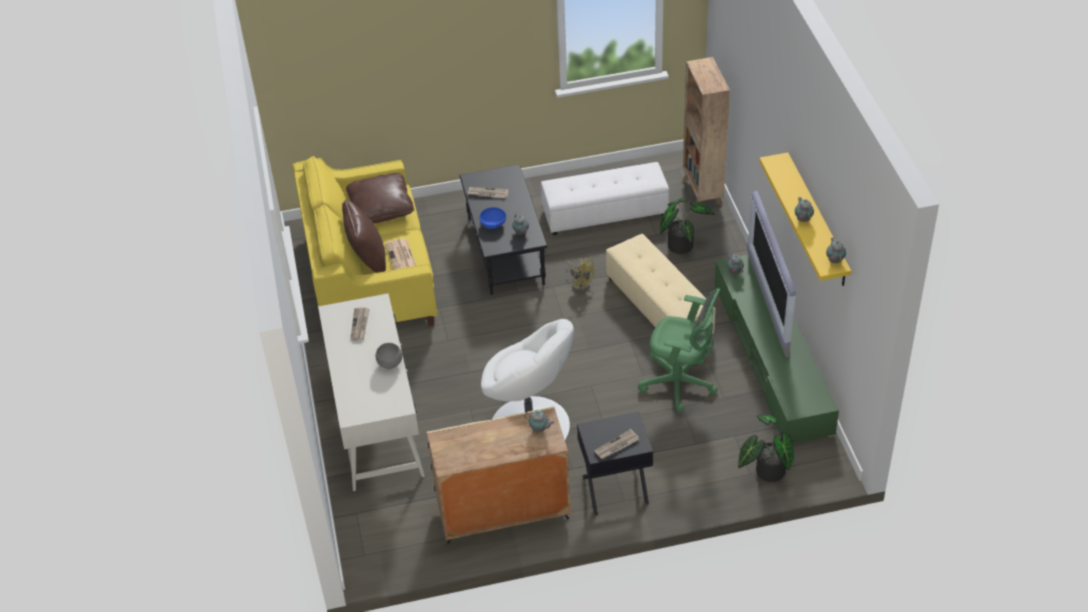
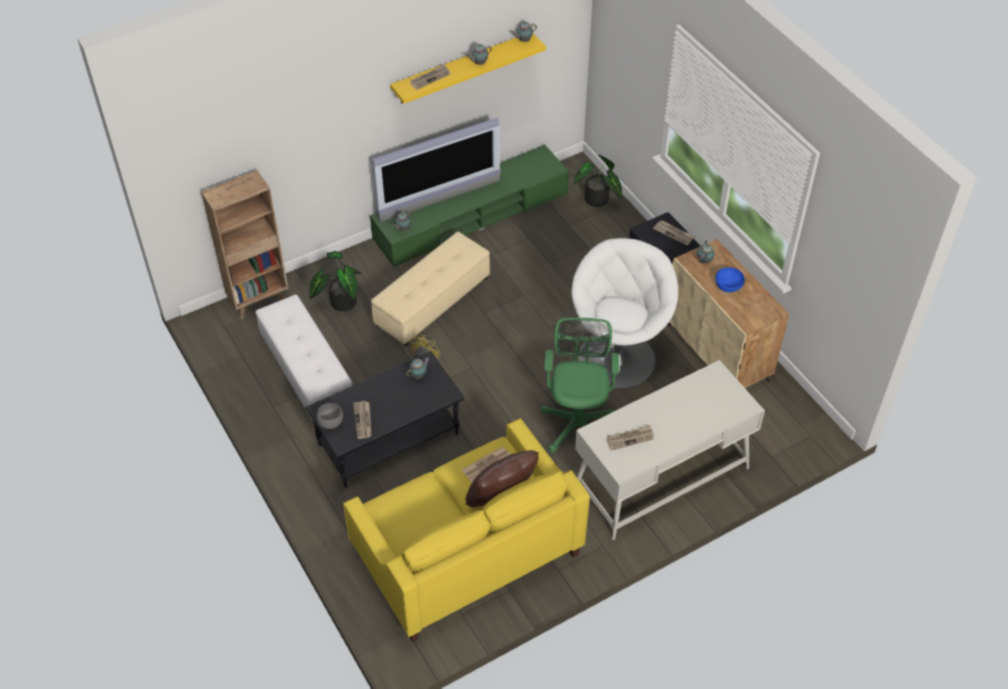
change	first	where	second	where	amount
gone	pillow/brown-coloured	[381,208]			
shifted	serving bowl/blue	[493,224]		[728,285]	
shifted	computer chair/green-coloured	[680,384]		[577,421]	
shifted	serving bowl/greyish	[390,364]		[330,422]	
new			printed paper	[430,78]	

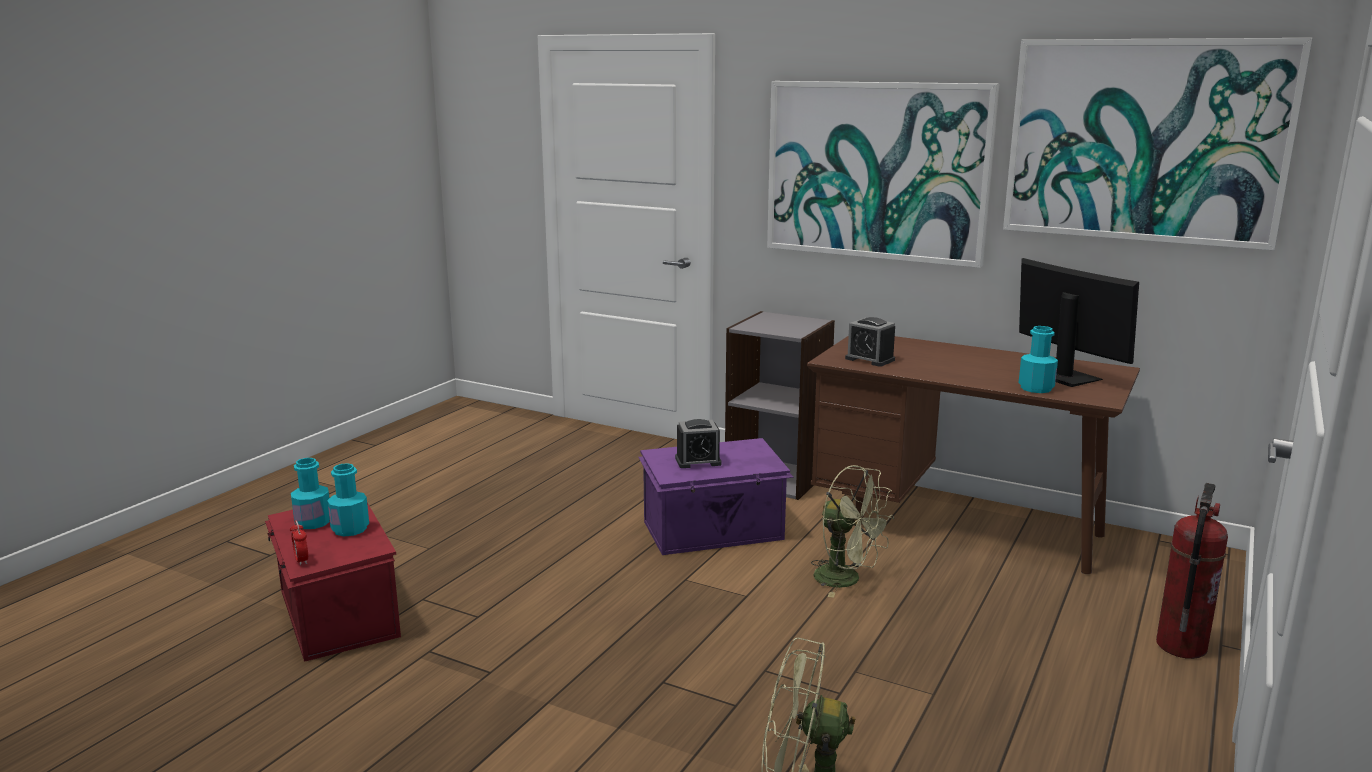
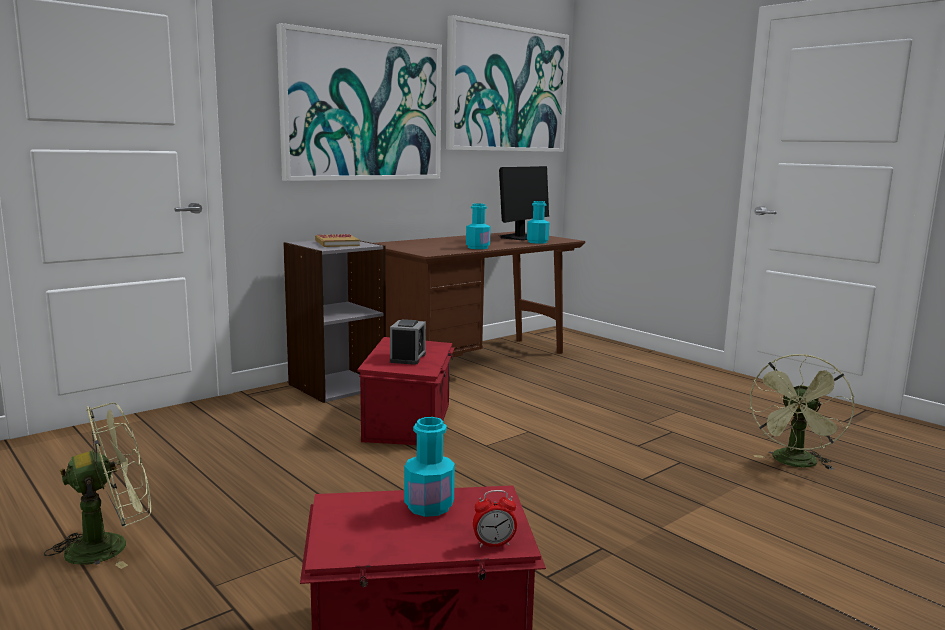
change	first	where	second	where	amount
rotated	computer screen	[1063,376]		[520,237]	135 degrees clockwise
gone	table clock	[869,359]			
repainted	storage bin/purple	[714,531]	storage bin/reddish	[410,421]	
shifted	drink bottle/turquoise	[313,522]		[477,247]	
shifted	electric fan/green-coloured	[847,580]		[110,545]	
gone	fire-fighting cylinder	[1181,646]			
new			bound book	[337,243]	

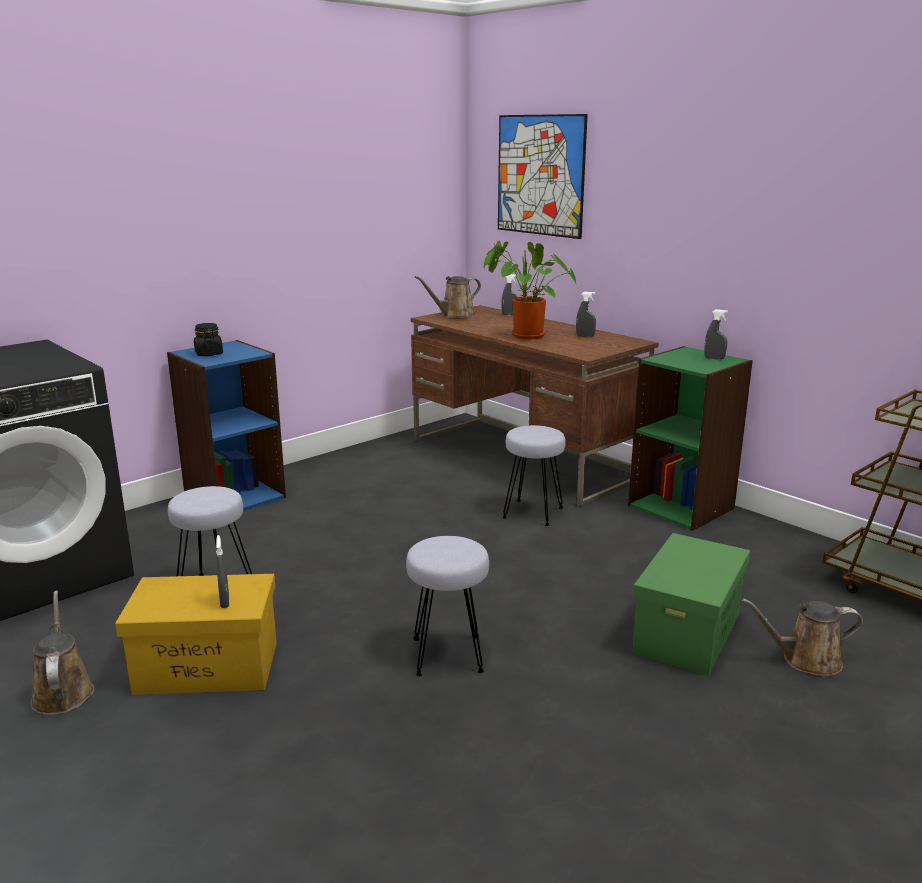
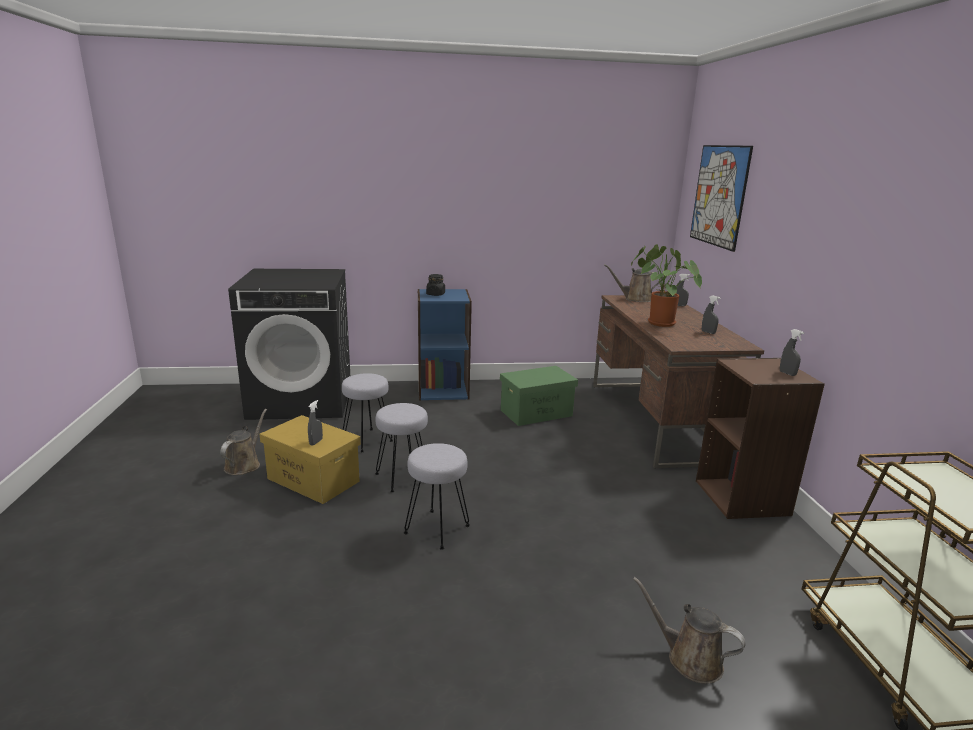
change	first	where	second	where	amount
repainted	bookcase/green-coloured	[682,507]	bookcase/brown-coloured	[742,497]	
shifted	sitting stool/greyish	[533,512]		[403,477]	
shifted	storage bin/green-coloured	[687,634]		[535,413]	

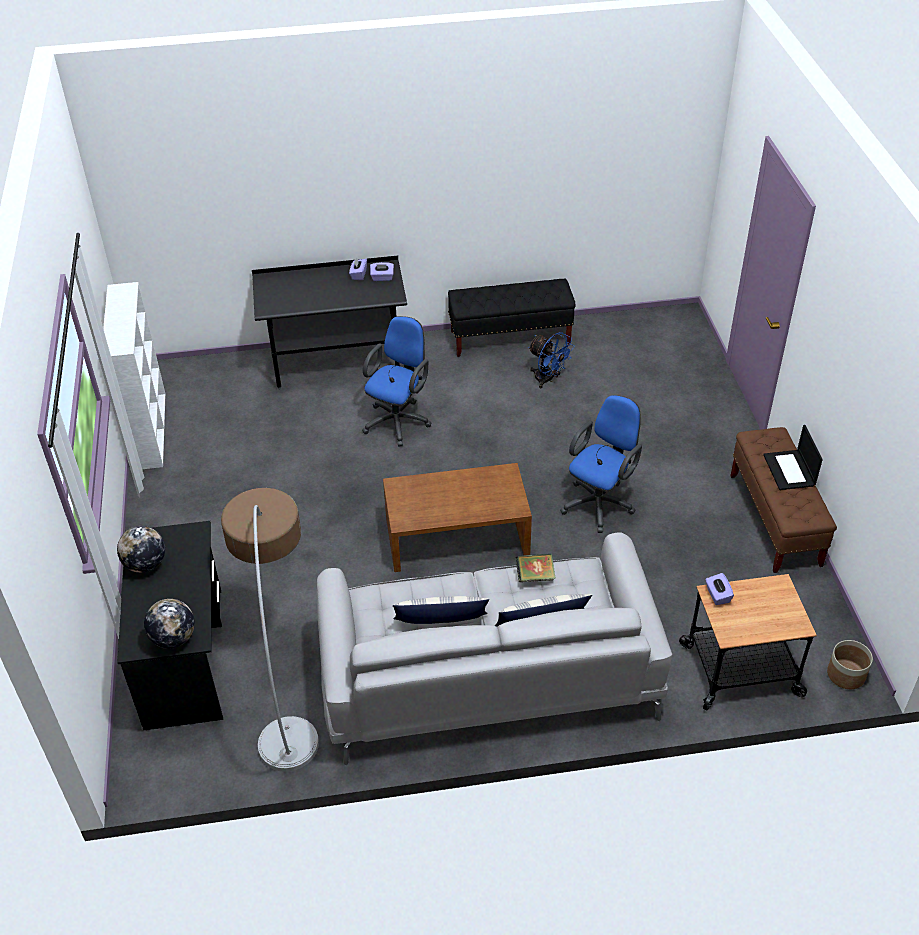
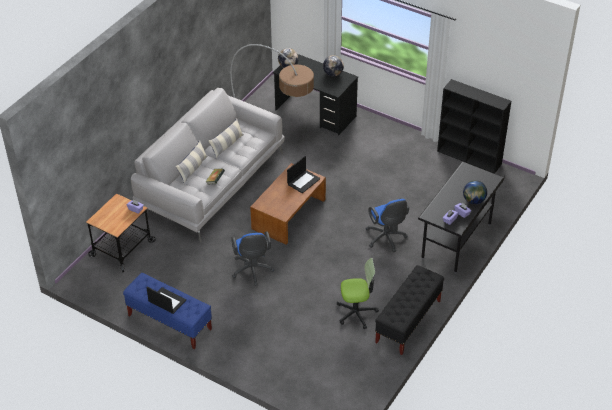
change	first	where	second	where	amount
repainted	bookcase/white	[149,430]	bookcase/black	[470,157]	
swapped	electric fan/blue	[548,379]	computer chair	[356,313]	
repainted	indoor bench/brown-coloured	[774,520]	indoor bench/blue	[169,322]	
gone	flower pot	[846,675]			
new			portable computer	[303,181]	
new			desk globe	[473,201]	

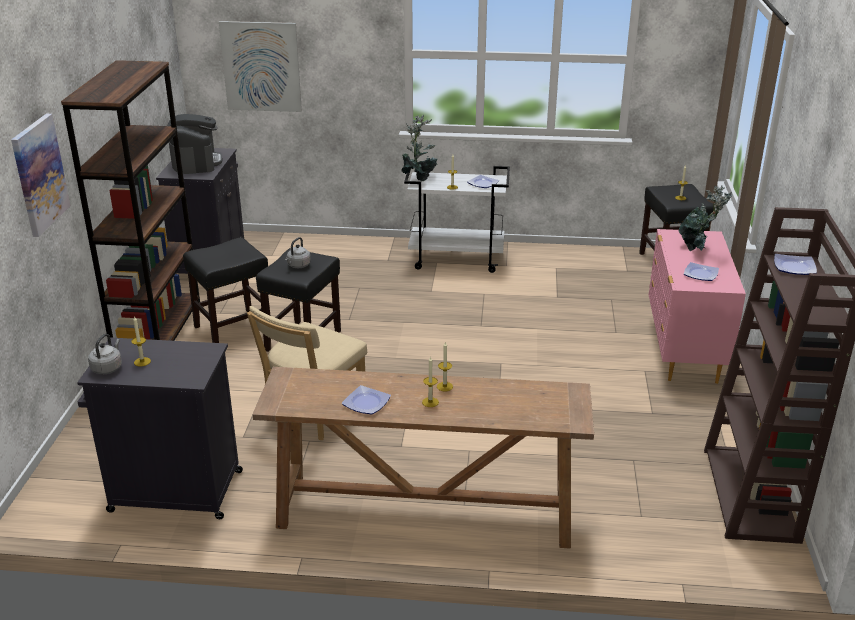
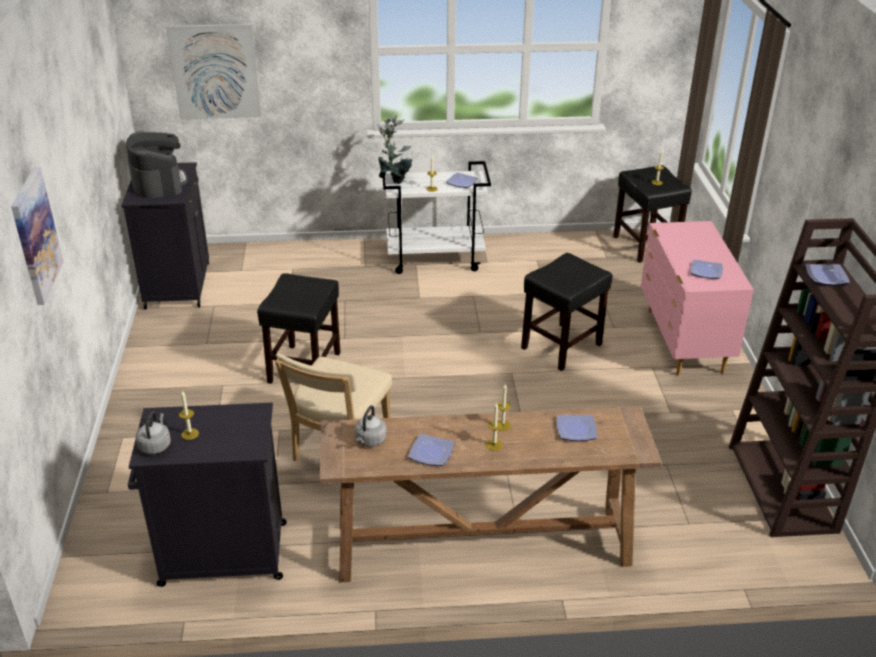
change	first	where	second	where	amount
gone	bookcase/brown-coloured	[159,333]			
gone	plant in a pot	[697,249]			
shifted	water kettle/greyish	[298,266]		[370,441]	
shifted	sitting stool/black	[233,328]		[562,346]	
new			plate	[577,429]	

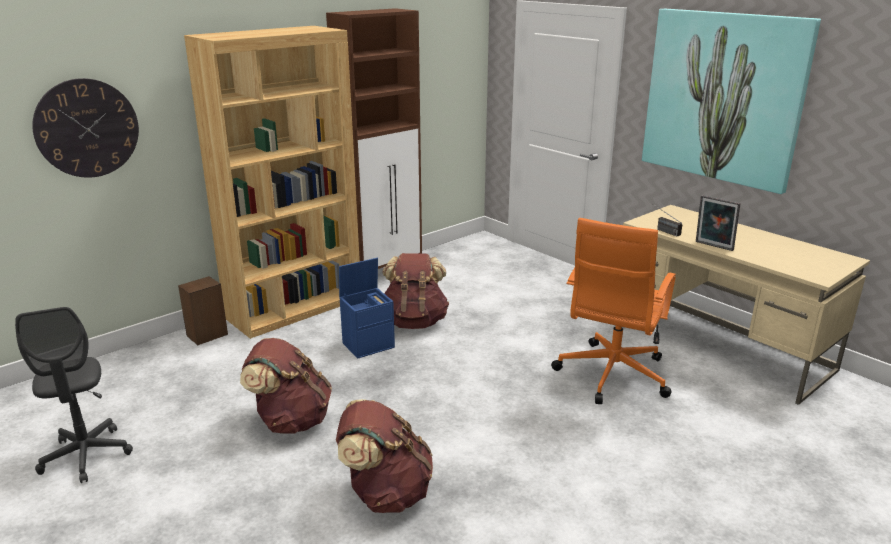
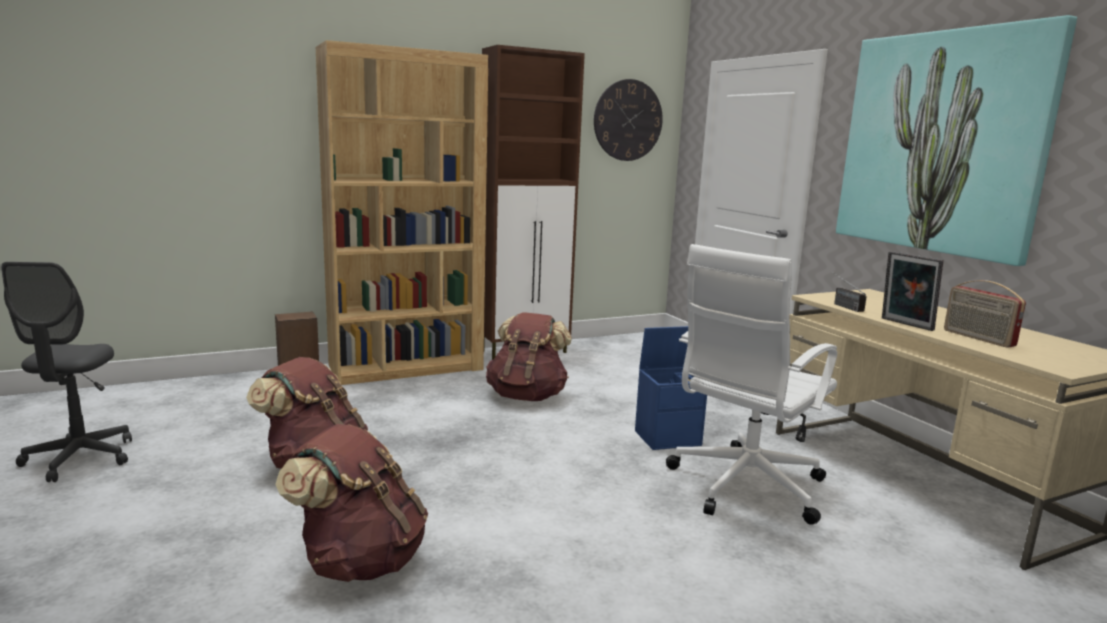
change	first	where	second	where	amount
shifted	wall clock	[87,128]		[628,120]	
repainted	computer chair/orange	[611,376]	computer chair/white	[743,487]	
shifted	storage bin/blue	[369,344]		[668,437]	
new			radio receiver	[977,338]	

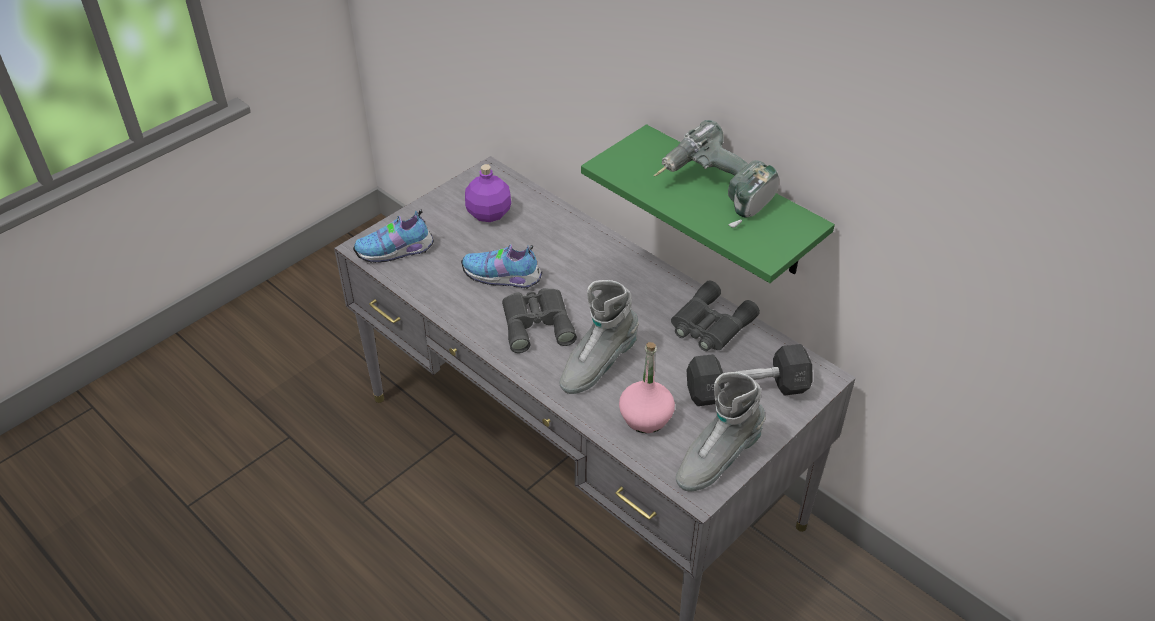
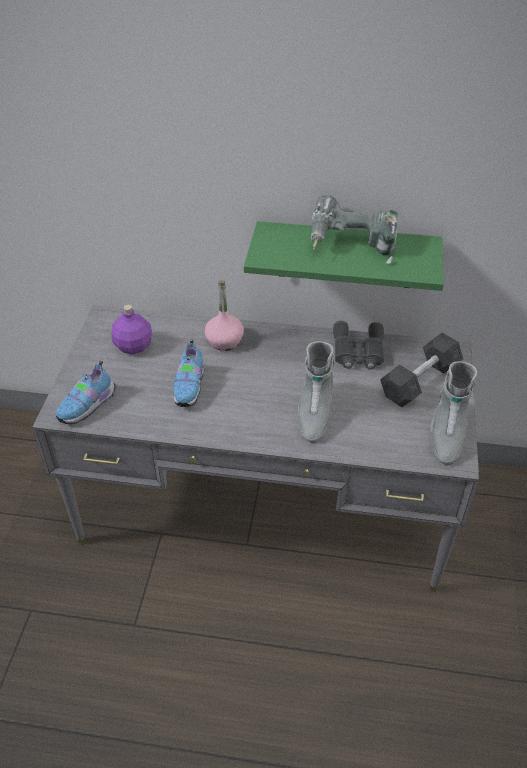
change	first	where	second	where	amount
rotated	item of footwear	[503,278]		[190,387]	60 degrees counterclockwise
gone	pair of binoculars/greyish	[537,322]			
shifted	drink bottle/pink	[645,417]		[224,341]	

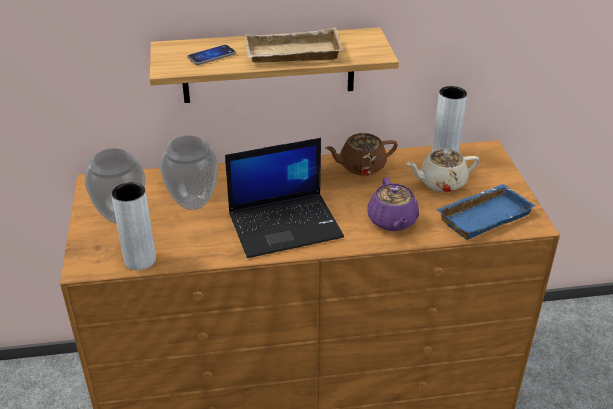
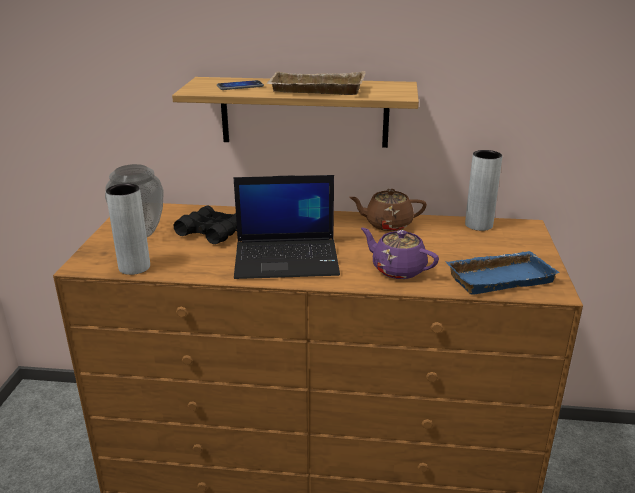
change	first	where	second	where	amount
swapped	flower vase	[194,203]	pair of binoculars/black	[211,232]	
gone	teapot/beige-coloured	[441,183]			
rotated	teapot/purple	[392,221]		[397,269]	120 degrees clockwise

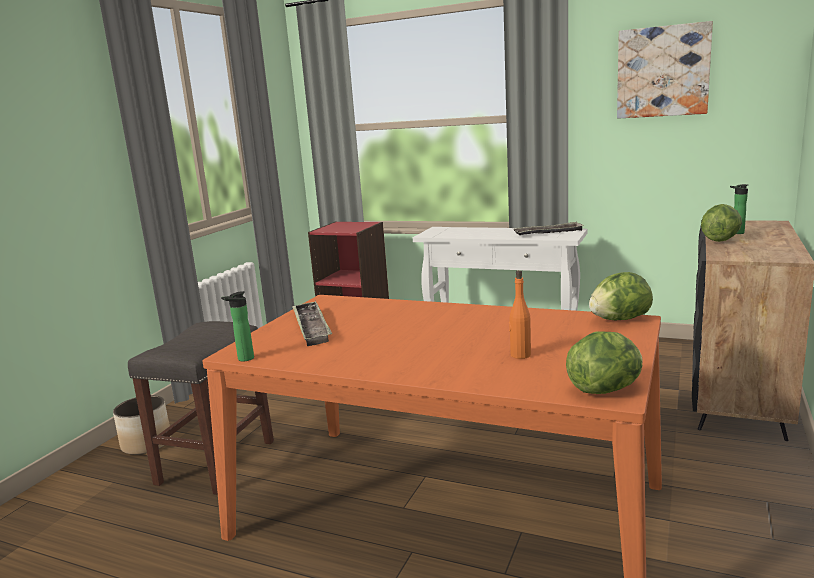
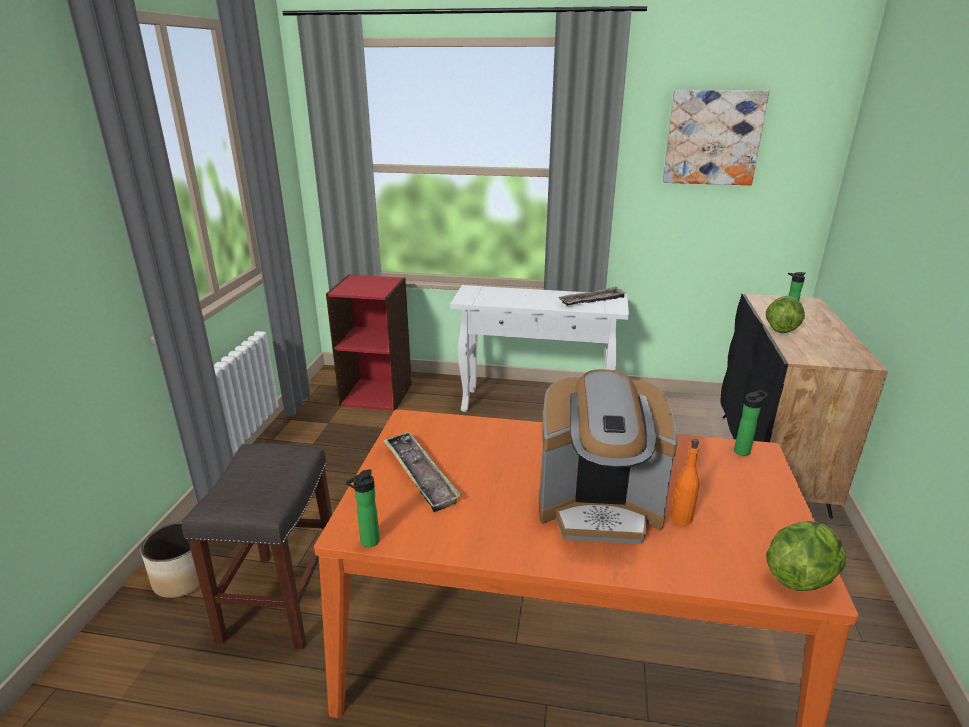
change	first	where	second	where	amount
swapped	lettuce	[619,319]	drink bottle	[743,451]	
new			coffee machine	[599,508]	

